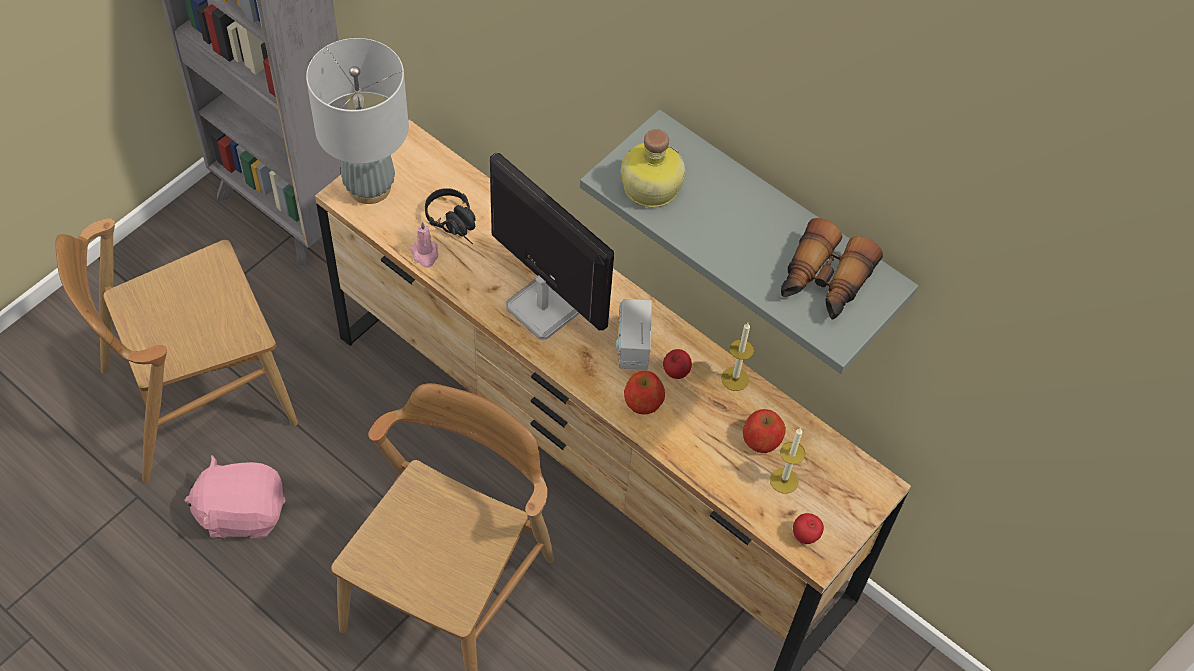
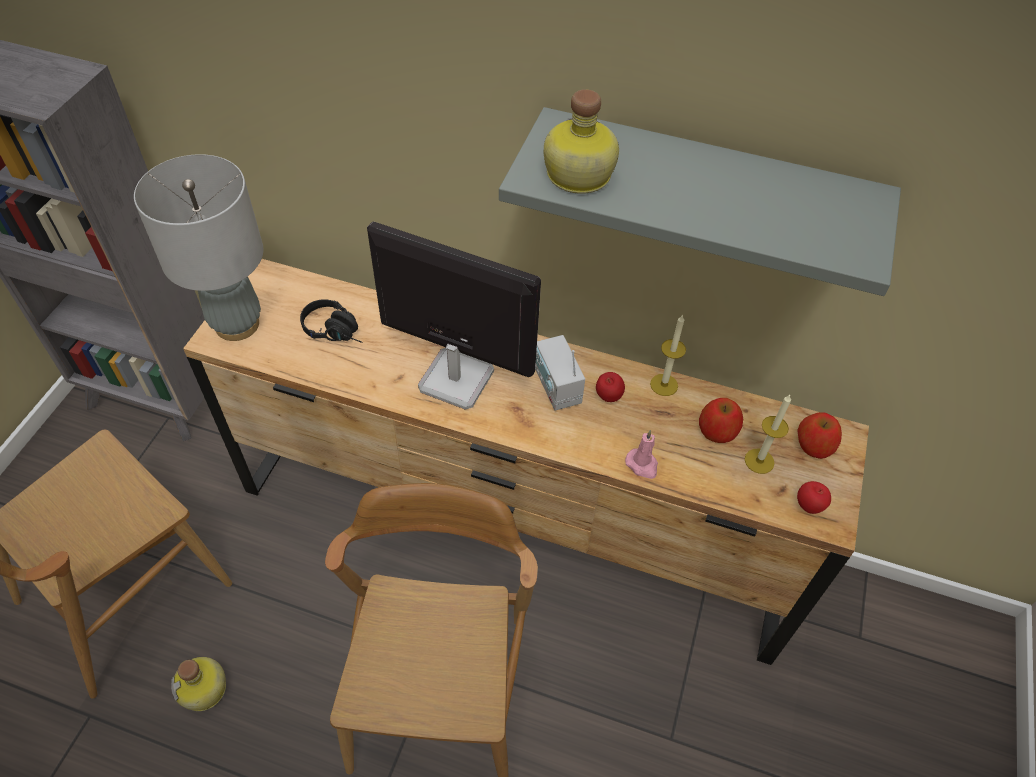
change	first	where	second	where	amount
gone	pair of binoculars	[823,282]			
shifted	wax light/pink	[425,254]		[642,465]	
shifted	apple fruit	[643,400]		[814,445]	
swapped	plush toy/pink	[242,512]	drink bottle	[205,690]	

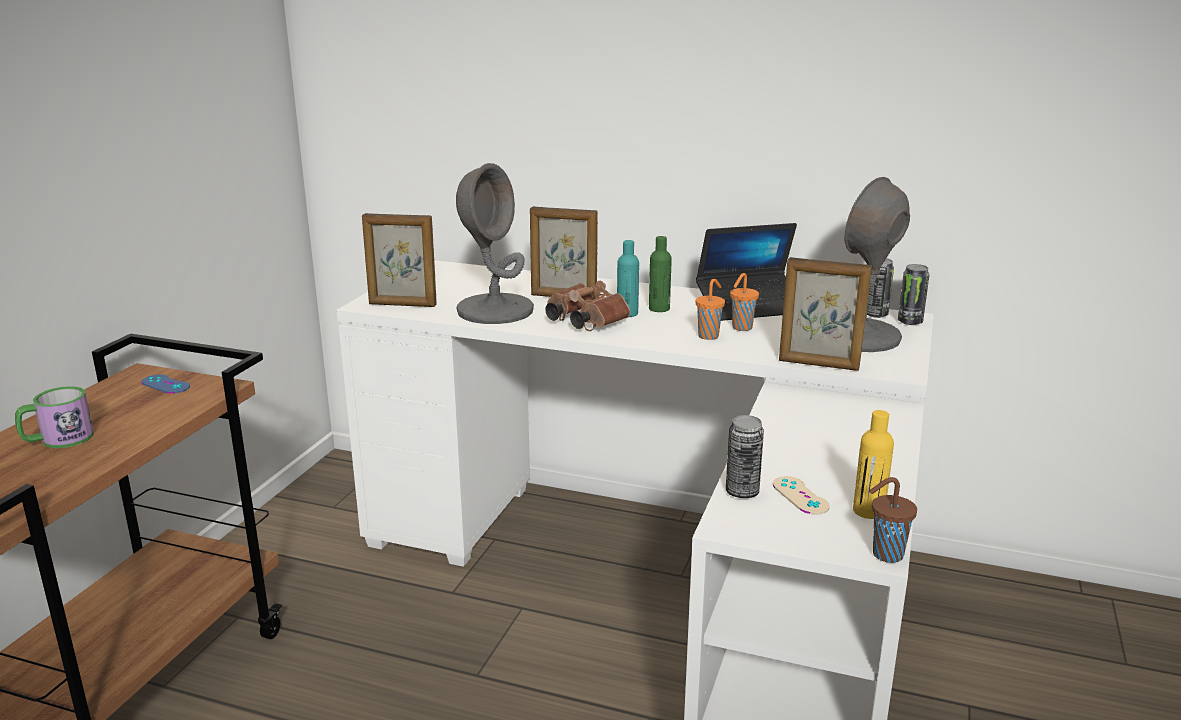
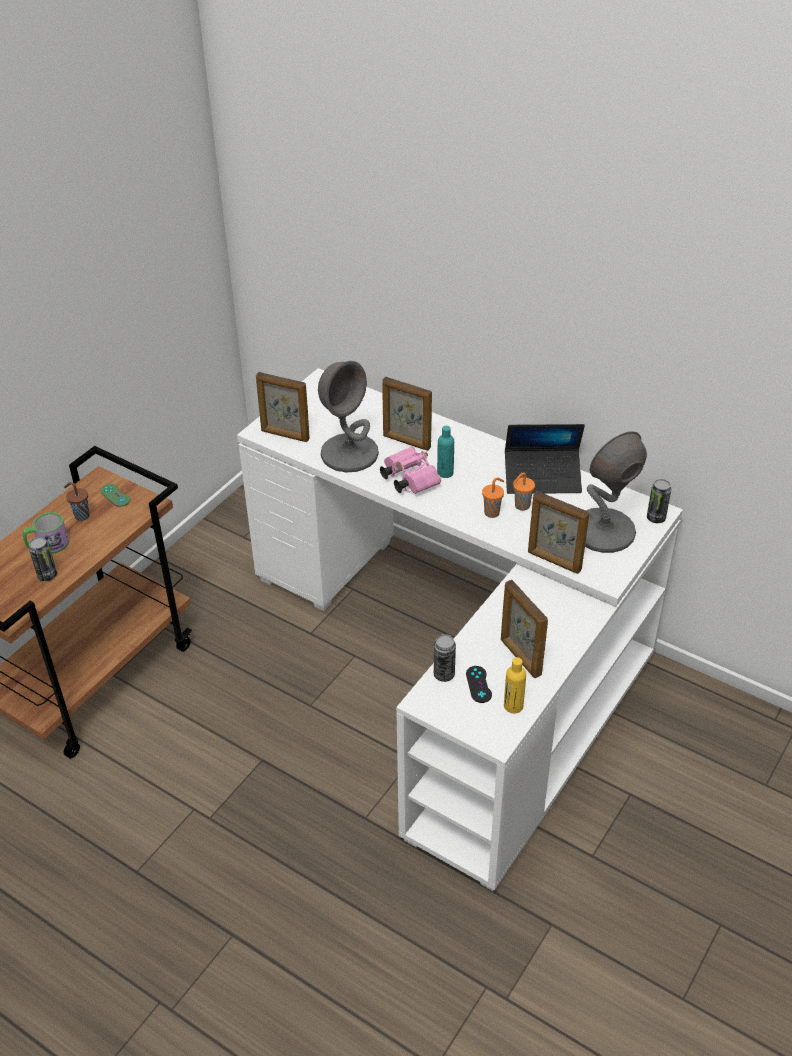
change	first	where	second	where	amount
gone	drink bottle/green-coloured	[659,309]			
shifted	can	[875,314]		[47,575]	
repainted	pair of binoculars/brown-coloured	[583,322]	pair of binoculars/pink	[408,479]	
repainted	joypad/blue	[165,384]	joypad/green-coloured	[115,495]	
repainted	joypad/beige-coloured	[800,496]	joypad/black	[478,684]	
shifted	small cup/brown-coloured	[885,555]		[81,515]	
new			standing frame	[520,657]	

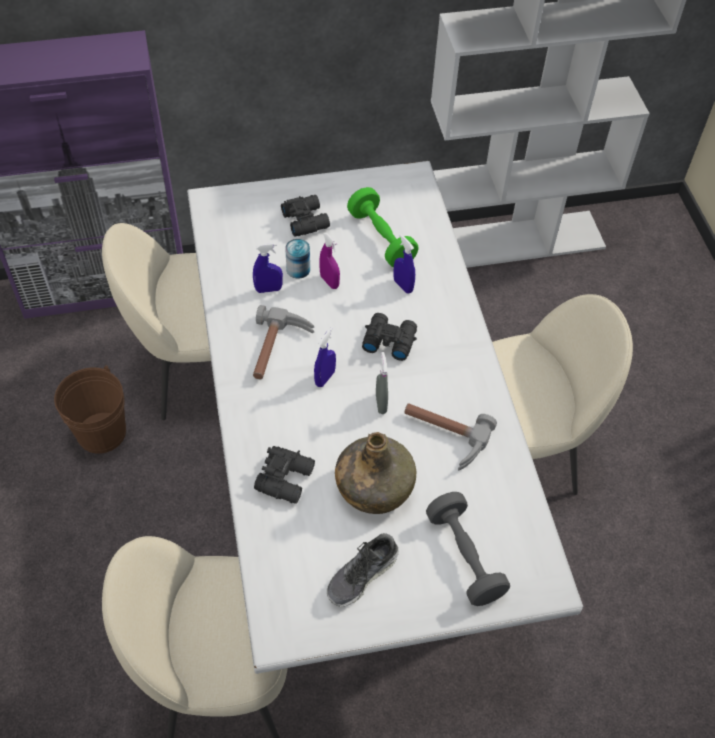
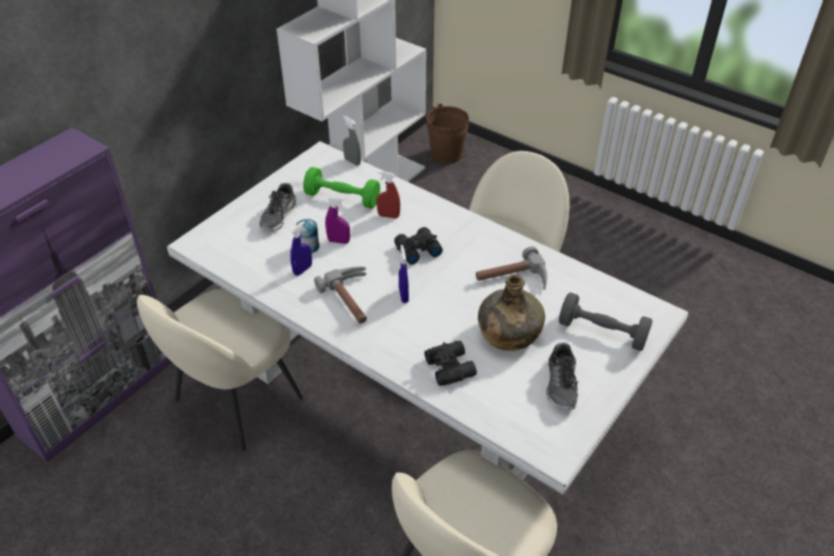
change	first	where	second	where	amount
swapped	pair of binoculars/black	[306,220]	item of footwear	[278,216]	
repainted	hand sprayer/blue	[403,286]	hand sprayer/reddish	[388,216]	
shifted	hand sprayer/greyish	[381,403]		[352,161]	
shifted	pail/brown-coloured	[101,432]		[446,154]	

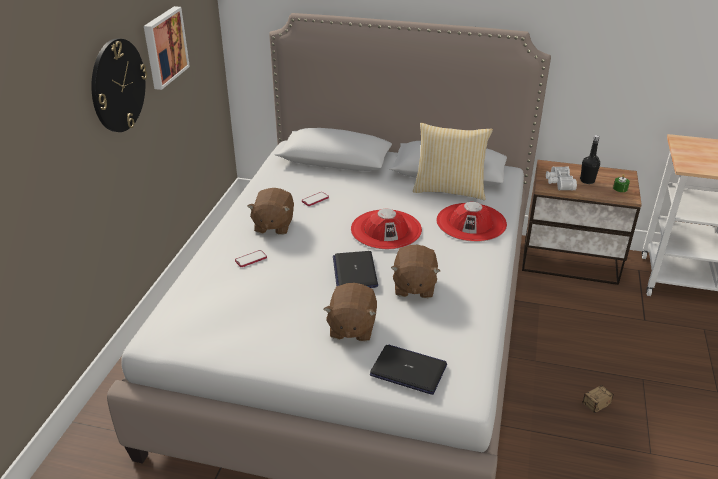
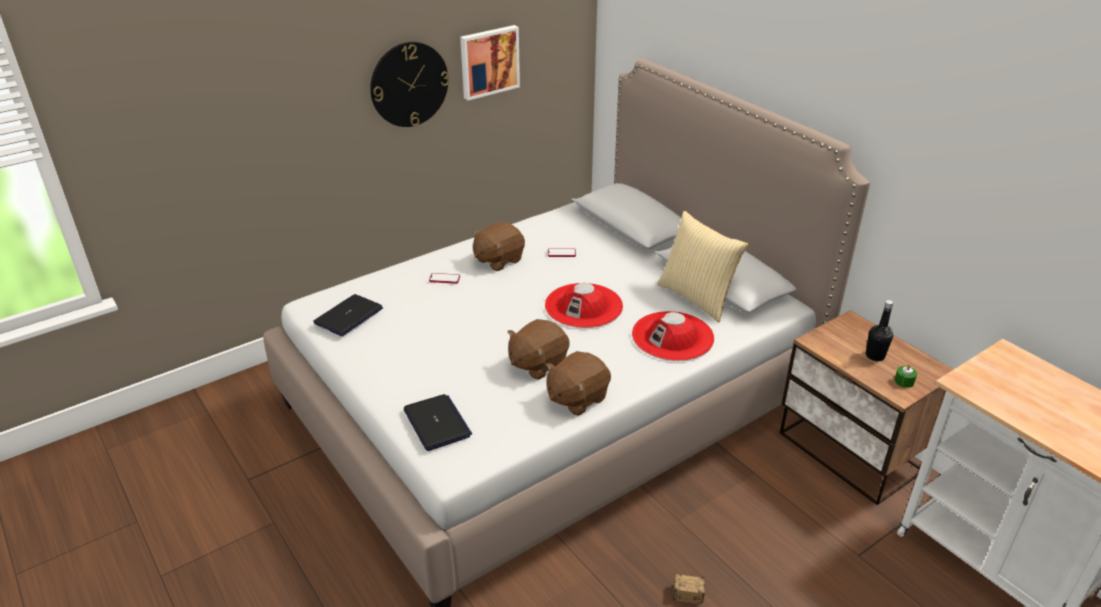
change	first	where	second	where	amount
gone	pair of binoculars/white	[558,183]			
shifted	portable computer	[355,271]		[348,316]	
shifted	plush toy/brown-coloured	[351,327]		[576,398]	

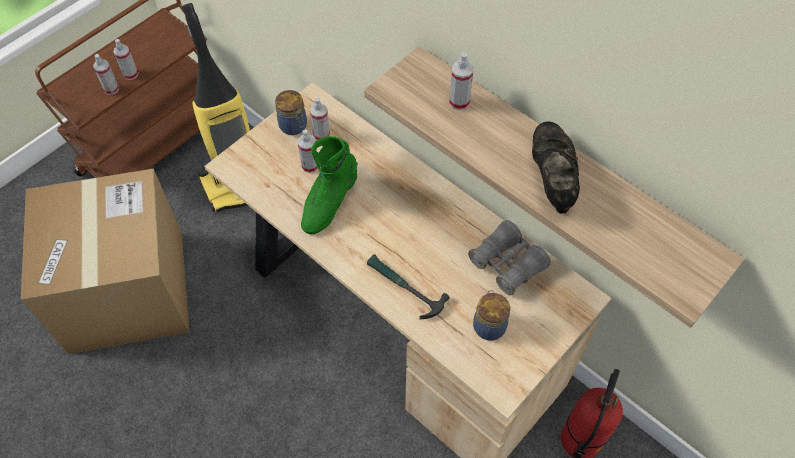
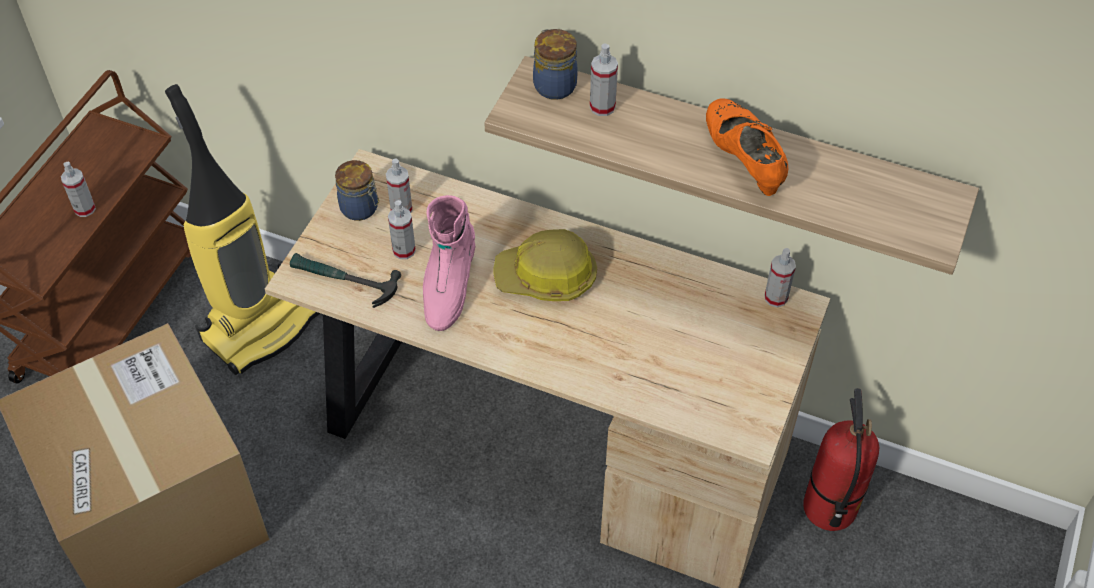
change	first	where	second	where	amount
shifted	hand sprayer	[111,89]		[776,297]	
repainted	item of footwear/black	[551,178]	item of footwear/orange	[743,161]	
repainted	boot/green-coloured	[328,203]	boot/pink	[448,288]	
gone	pair of binoculars/greyish	[507,263]			
shifted	hand hammer	[403,288]		[343,281]	
shifted	storage jar	[489,325]		[554,85]	
new			hard hat	[546,277]	

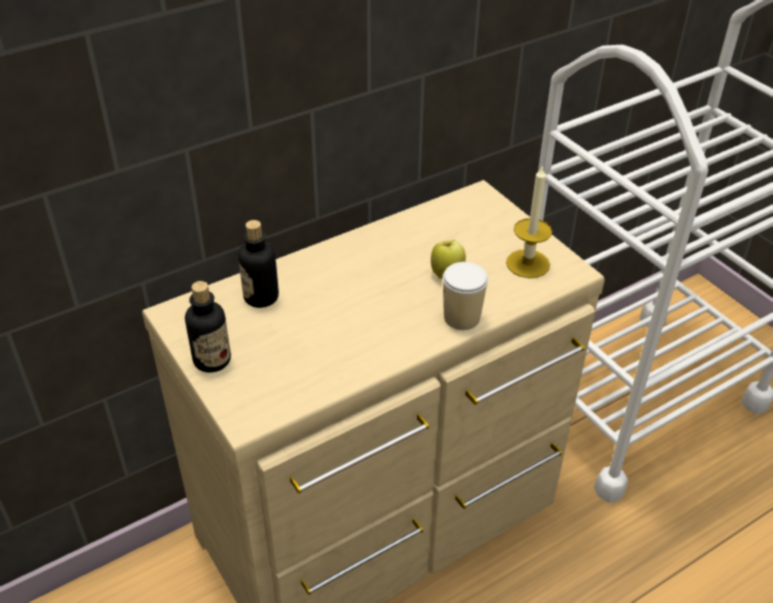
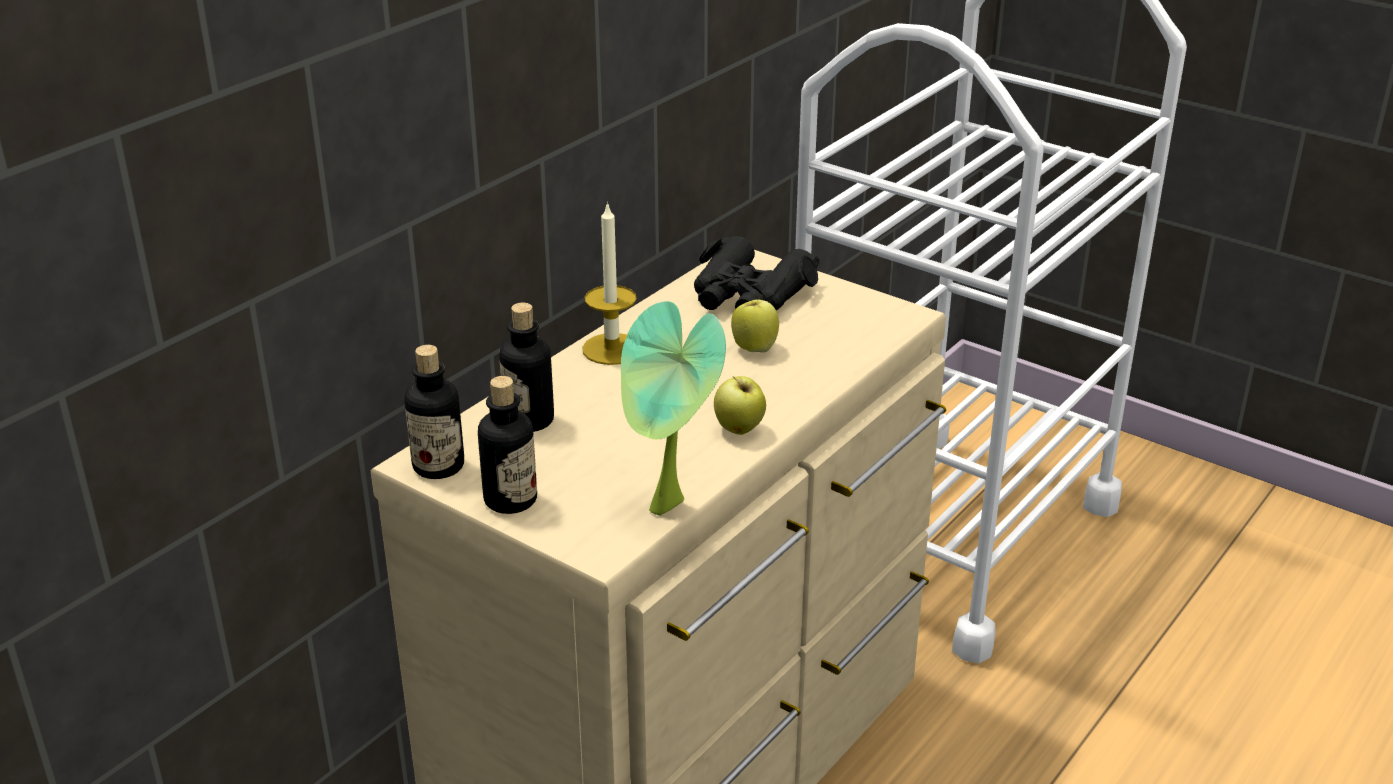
change	first	where	second	where	amount
shifted	wax light	[528,264]		[612,349]	
gone	small cup	[461,317]			
new			pair of binoculars/black	[749,295]	
new			plant in a pot	[669,510]	
new			drink bottle	[438,466]	
new			apple fruit	[739,430]	

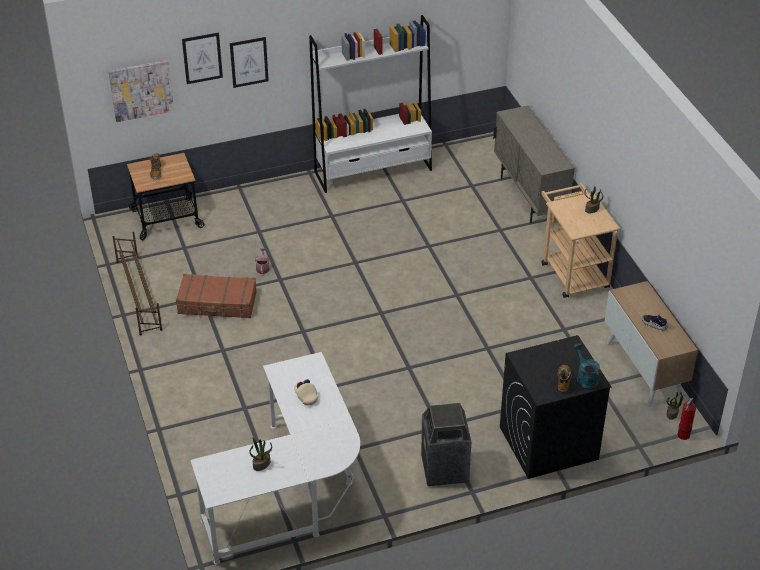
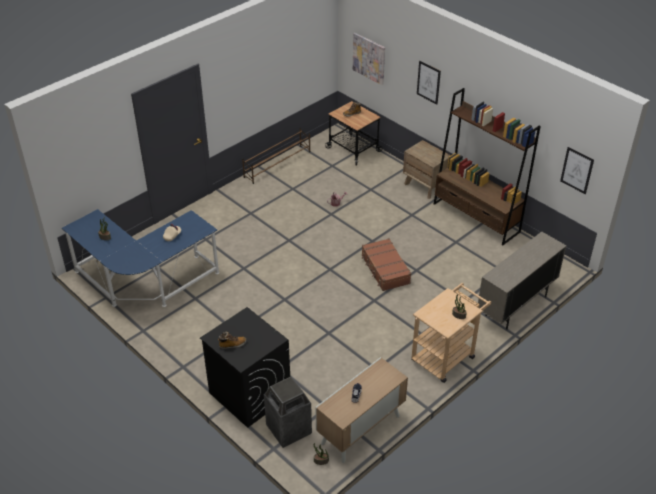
change	first	where	second	where	amount
repainted	bookcase/white	[373,171]	bookcase/brown-coloured	[476,218]	
shifted	picture	[202,58]		[577,170]	
shifted	travel case/brown-coloured	[217,303]		[385,270]	
gone	watering pot/turquoise	[585,379]			
repainted	desk table/white	[292,492]	desk table/blue	[144,283]	
gone	fire-fighting cylinder	[683,436]			
shifted	trash can	[445,469]		[288,430]	
new			night table/brown-coloured	[425,186]	

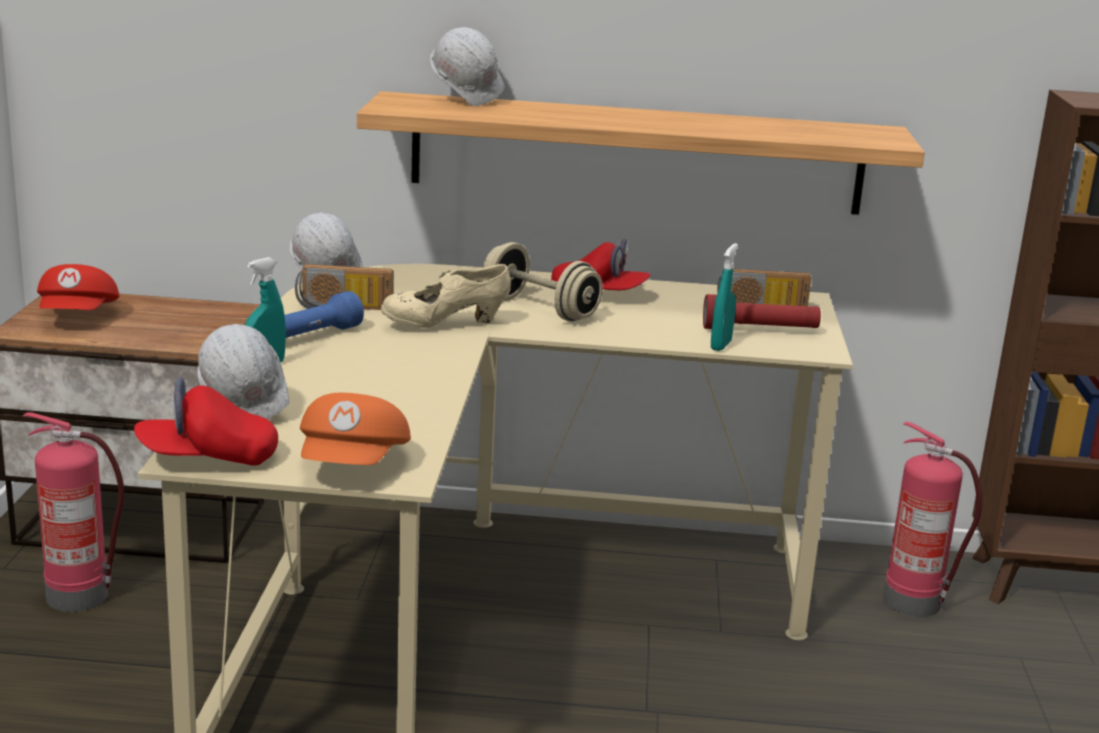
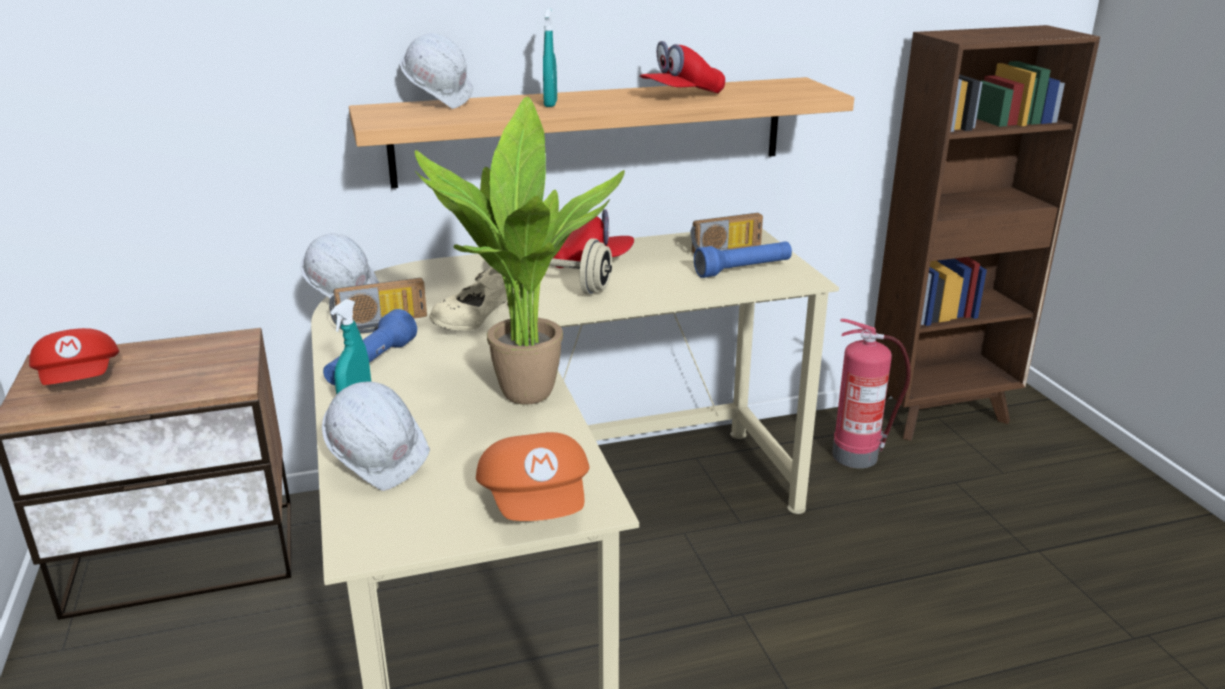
change	first	where	second	where	amount
shifted	hand sprayer/turquoise	[721,345]		[550,104]	
repainted	flashlight/reddish	[760,330]	flashlight/blue	[743,270]	
shifted	peaked cap/reddish	[208,458]		[682,96]	
gone	fire-fighting cylinder	[81,596]			
new			plant in a pot	[519,393]	

